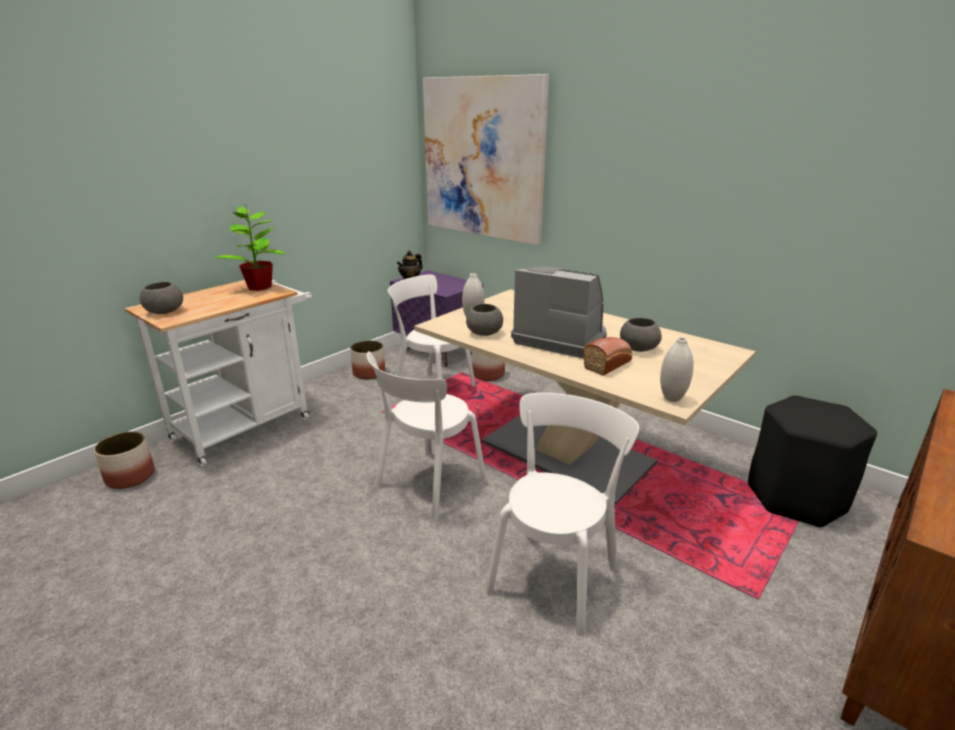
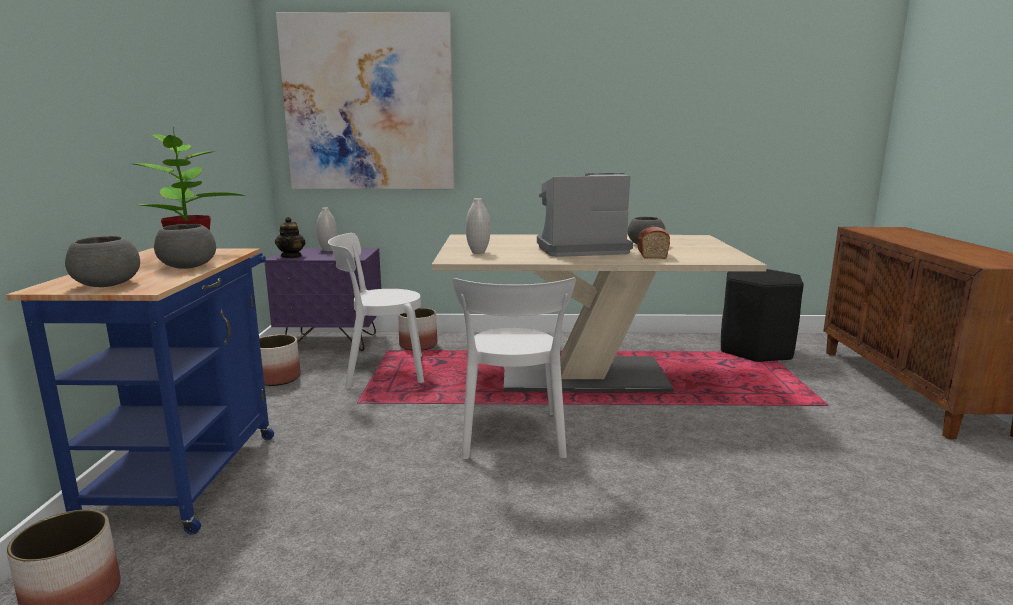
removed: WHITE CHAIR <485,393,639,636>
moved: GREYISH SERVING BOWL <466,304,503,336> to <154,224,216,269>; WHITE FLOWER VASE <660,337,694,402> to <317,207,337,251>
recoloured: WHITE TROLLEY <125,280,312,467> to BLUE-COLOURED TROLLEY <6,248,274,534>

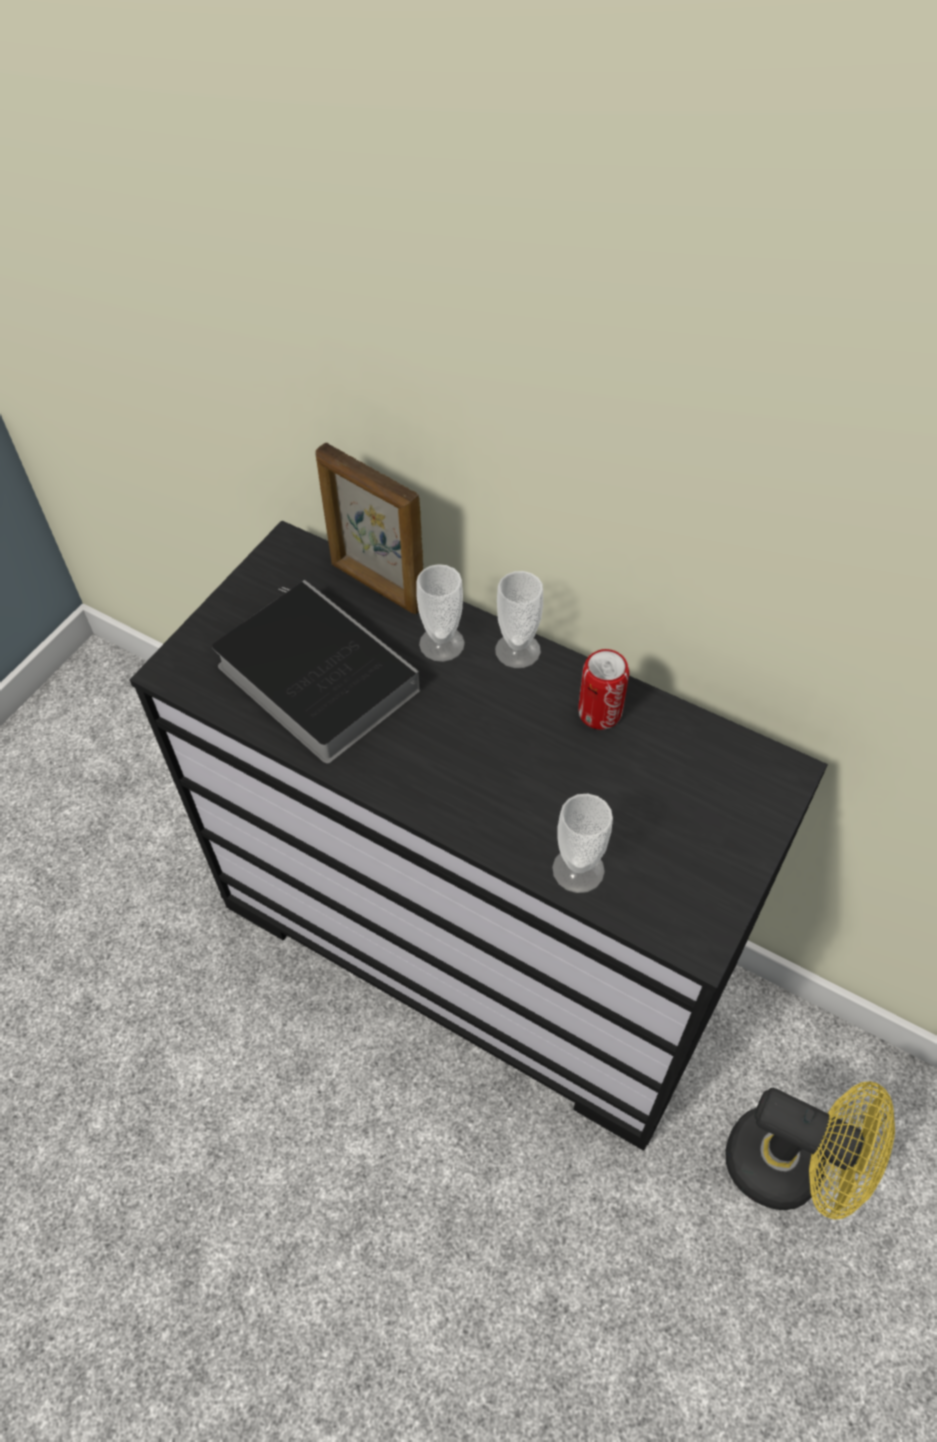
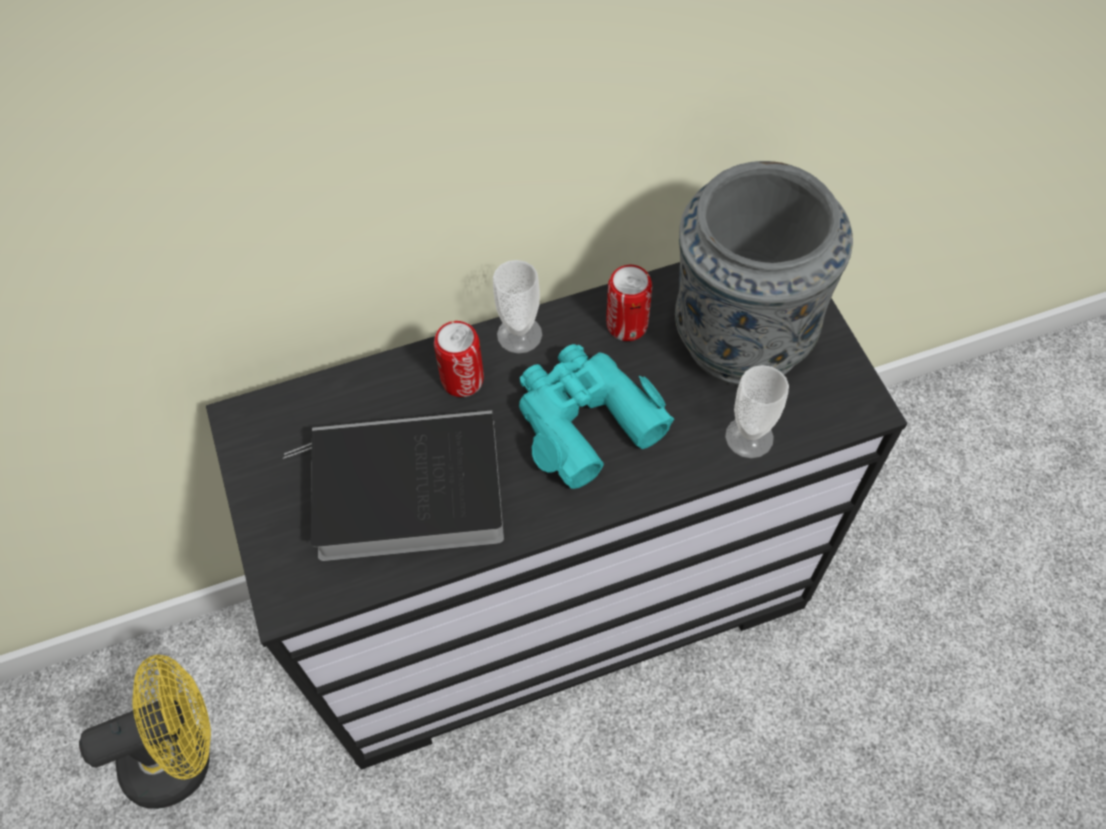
removed: PHOTO FRAME <315,442,423,614>
added: TURQUOISE-COLOURED BINOCULARS <519,344,674,489>; GREYISH FLOWER VASE <675,161,853,386>
moved: YELLOW-COLOURED COOLING FAN <725,1081,895,1220> to <79,655,211,809>
replaced: SMALL CUP <416,564,465,662> to SEALED CAN <434,321,484,397>

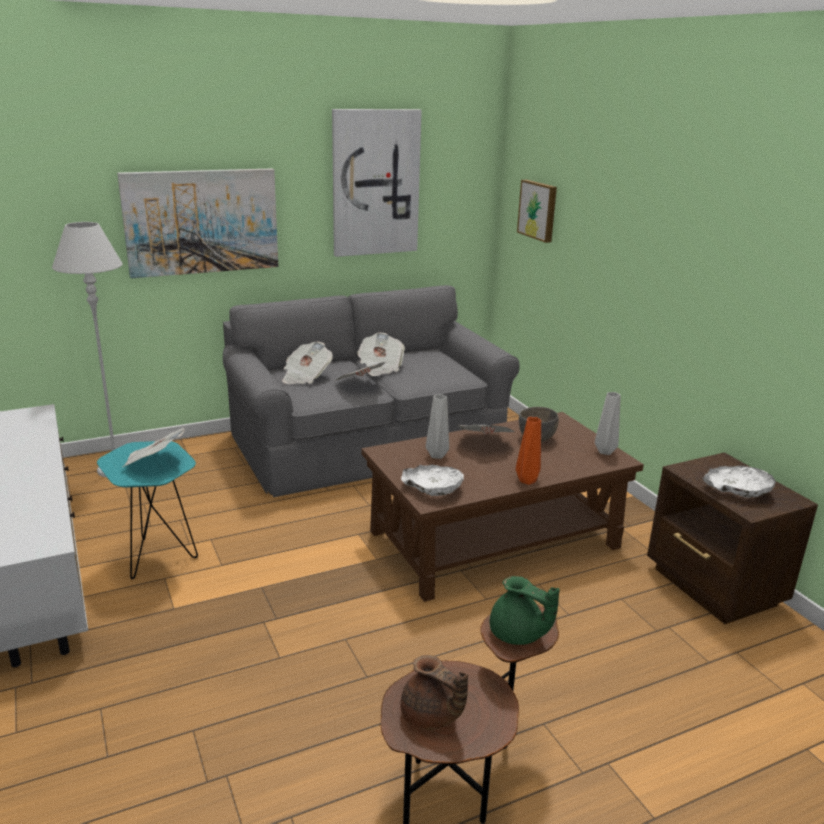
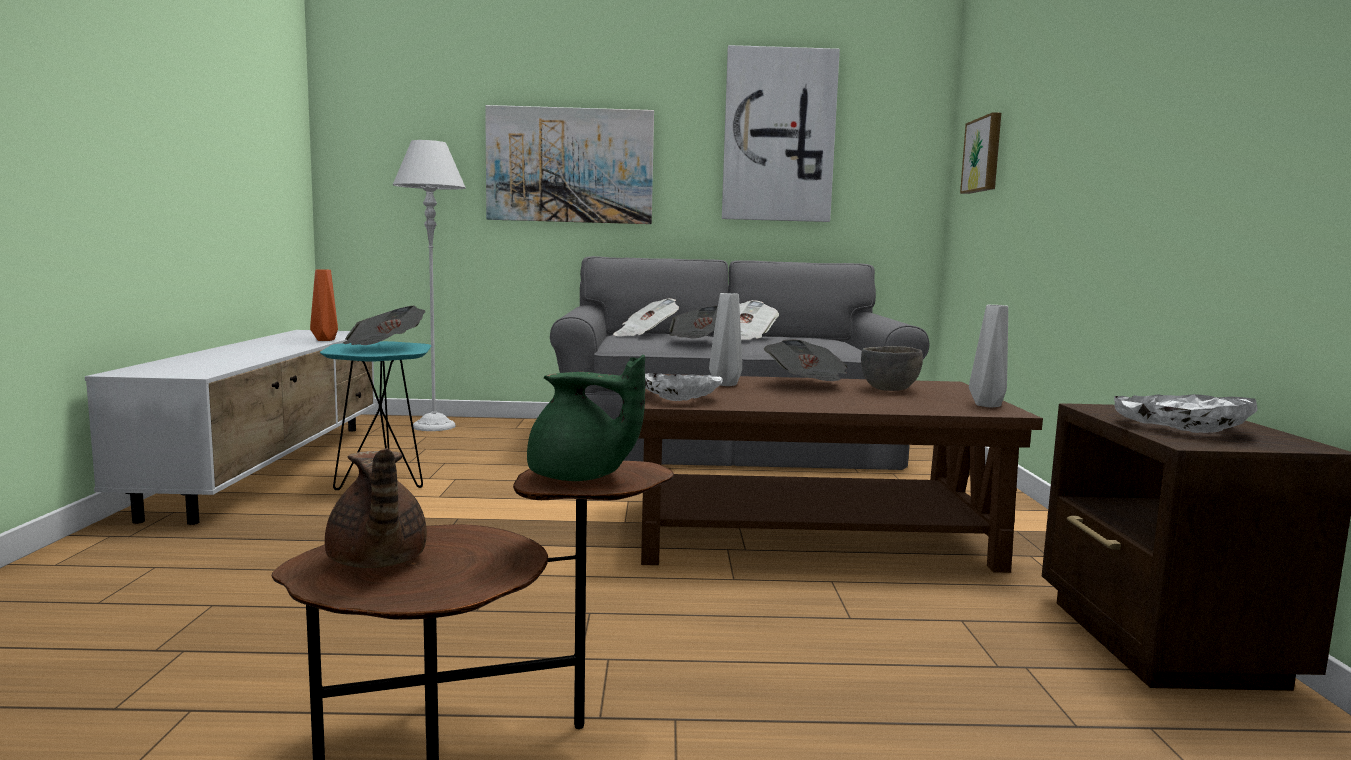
moved: ORANGE FLOWER VASE <516,417,541,485> to <310,269,338,341>
turned: GREENISH TEAPOT <490,576,560,645> = <527,355,645,481> 45 degrees counterclockwise

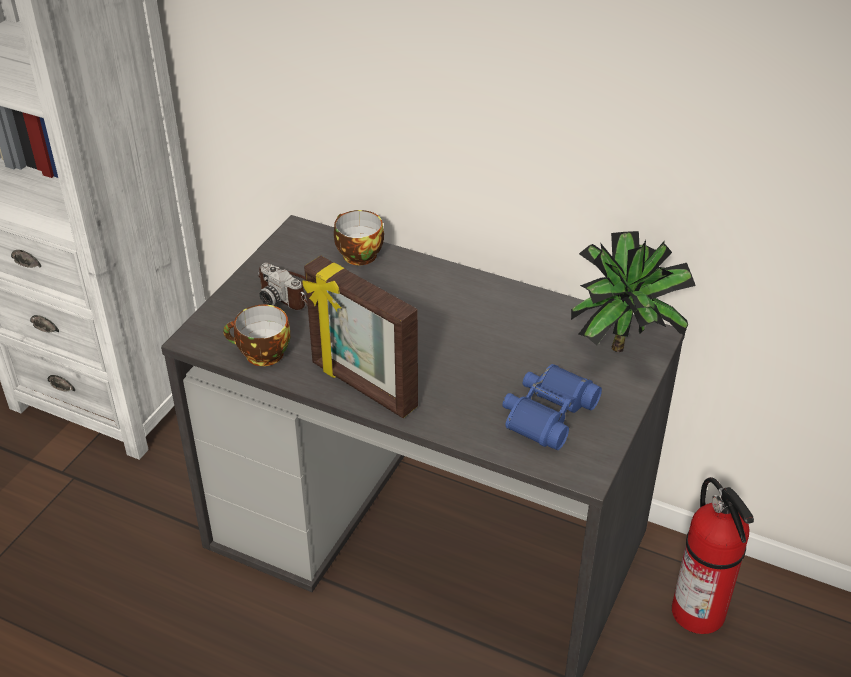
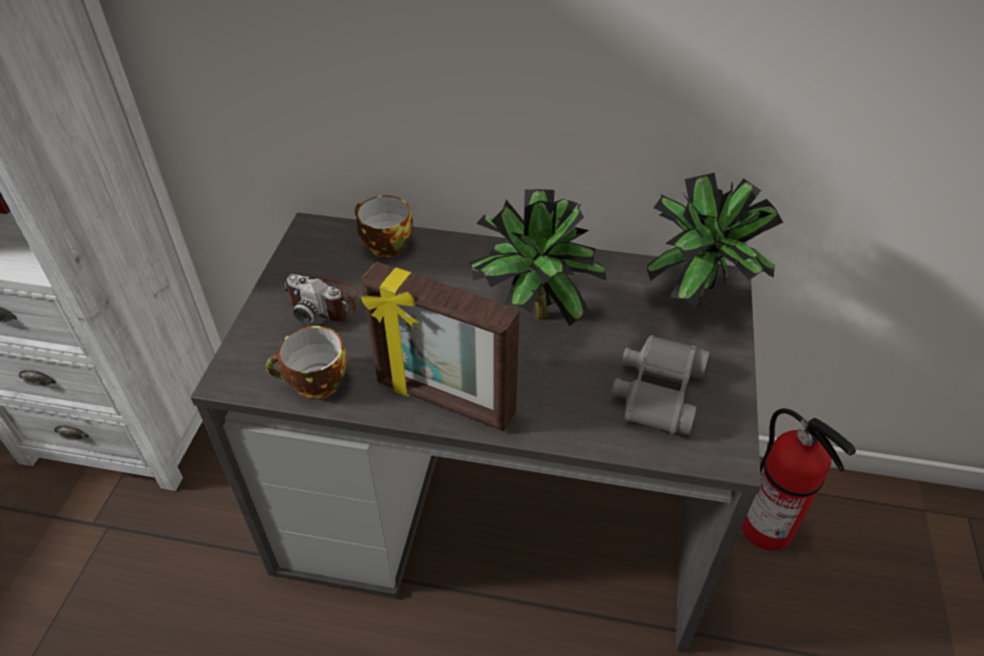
added: POTTED PLANT <469,189,606,326>
recoloured: BLUE-COLOURED BINOCULARS <502,364,602,450> to GREYISH BINOCULARS <611,335,709,435>

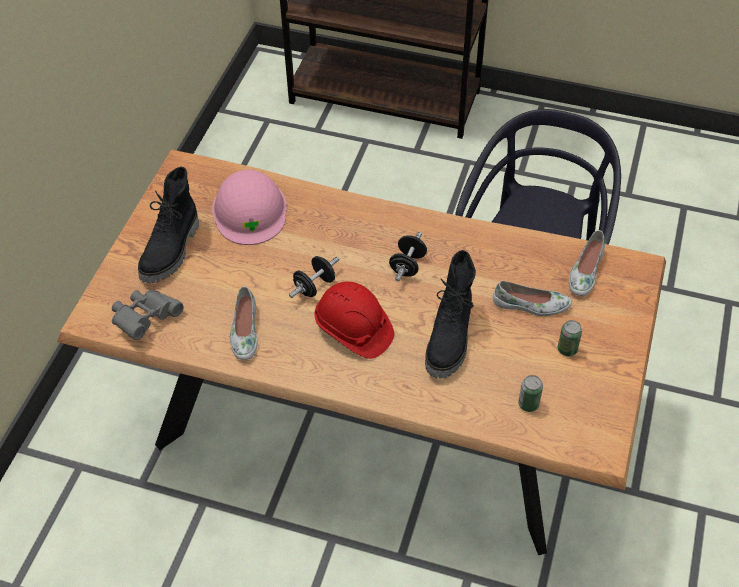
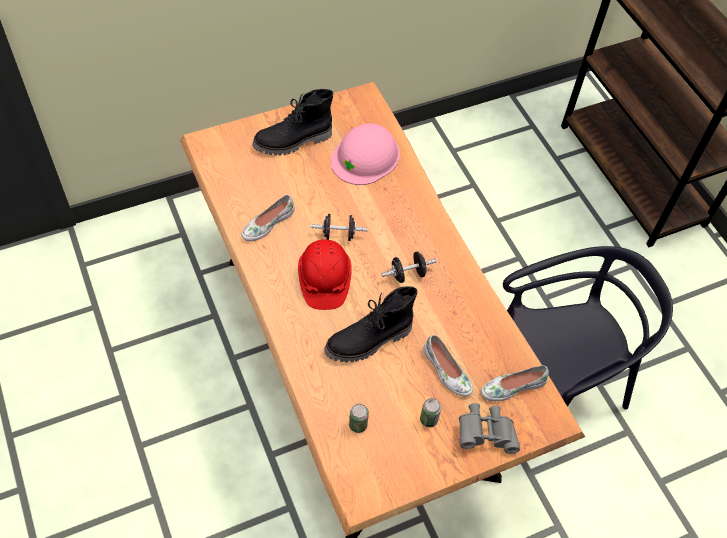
moved: GREYISH BINOCULARS <112,290,183,340> to <459,403,520,454>

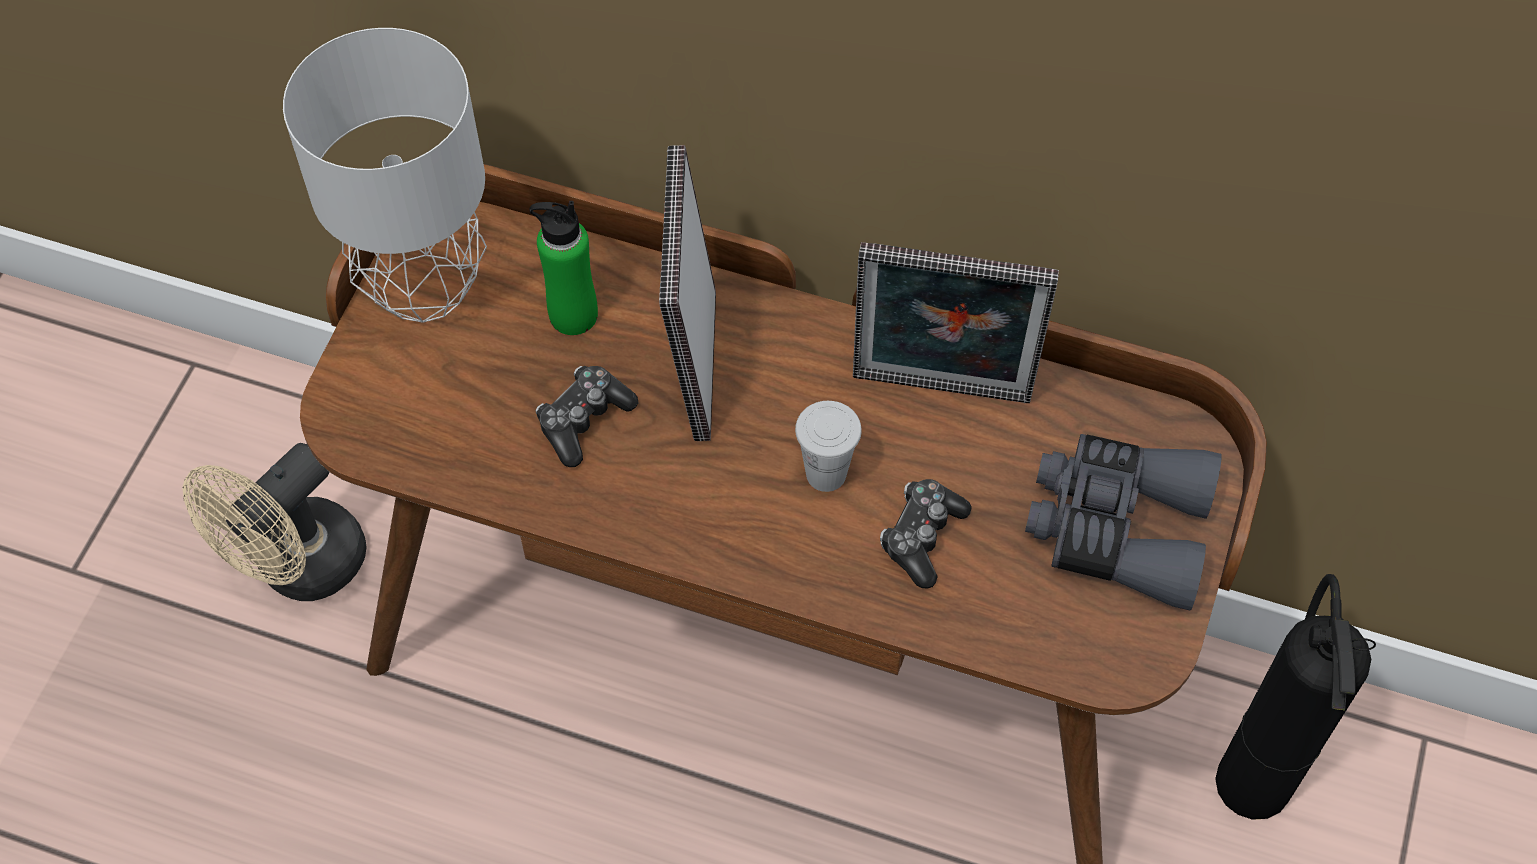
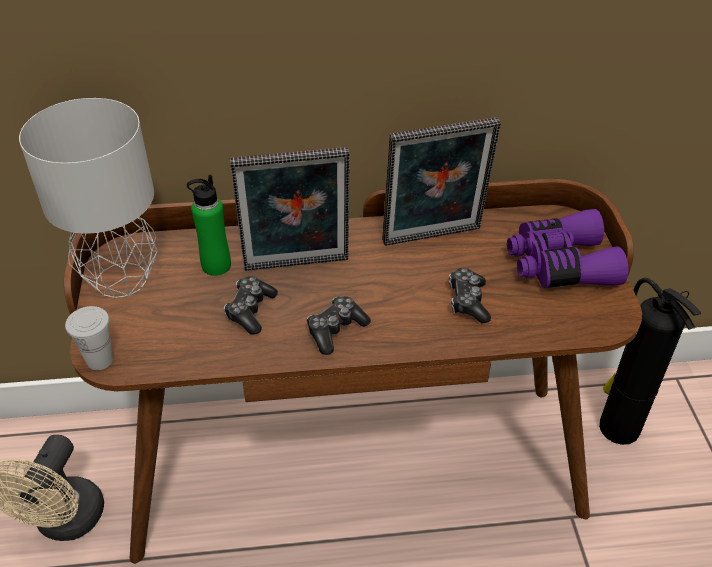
added: GAME CONTROLLER <306,296,371,355>
moved: WHITE SMALL CUP <795,401,862,492> to <65,306,113,370>
recoloured: GREYISH BINOCULARS <1025,434,1222,610> to PURPLE-COLOURED BINOCULARS <507,209,628,288>
turned: PHOTO FRAME <659,145,716,441> = <230,147,350,271> 75 degrees counterclockwise

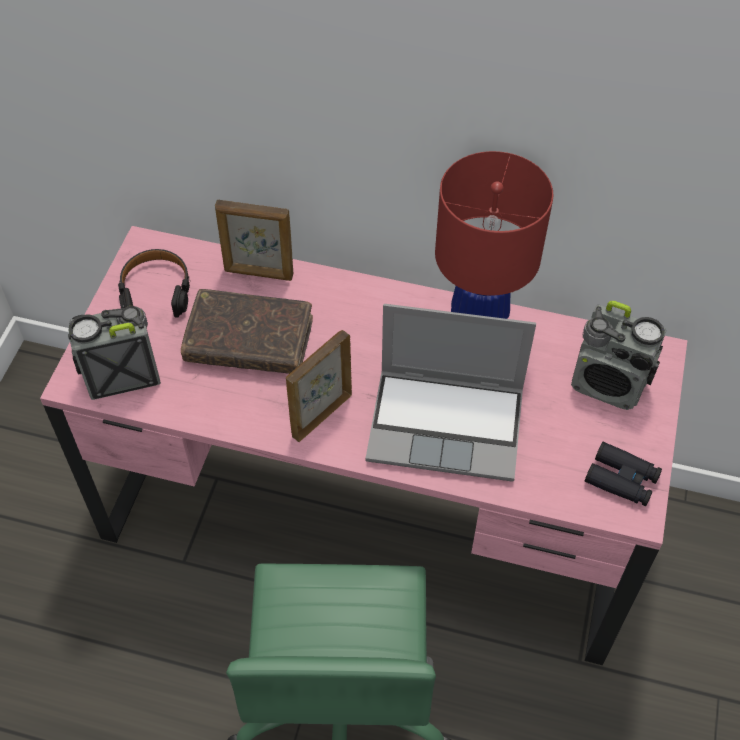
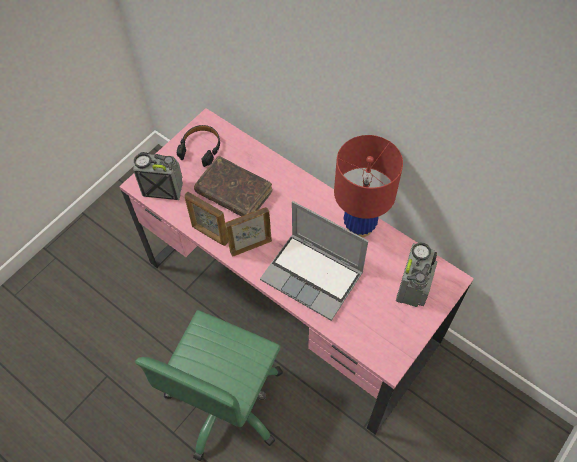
removed: BLACKISH BINOCULARS <585,442,662,506>
moved: PHOTO FRAME <215,199,293,281> to <184,191,228,246>
turned: RADIO <571,301,666,410> = <396,242,438,307> 120 degrees counterclockwise

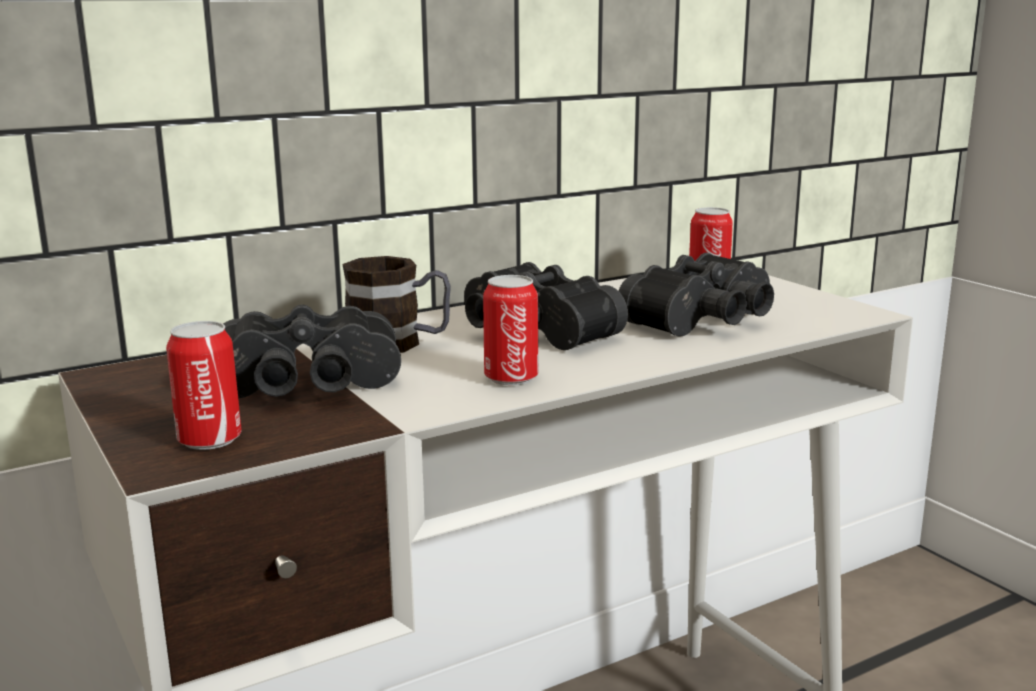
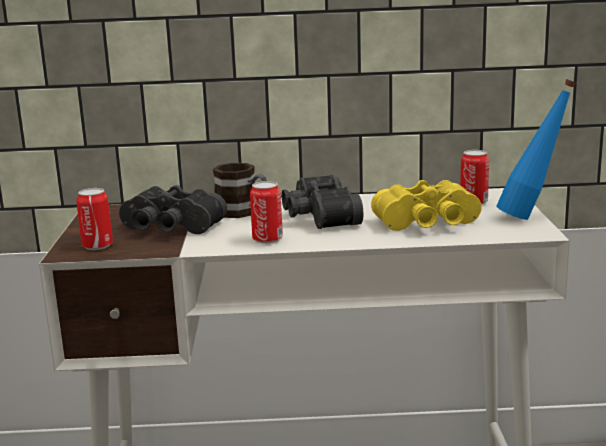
added: BLUE-COLOURED BEVERAGE BOTTLE <497,79,576,220>
recoloured: BLACKISH BINOCULARS <618,253,774,337> to YELLOW-COLOURED BINOCULARS <371,180,482,231>

